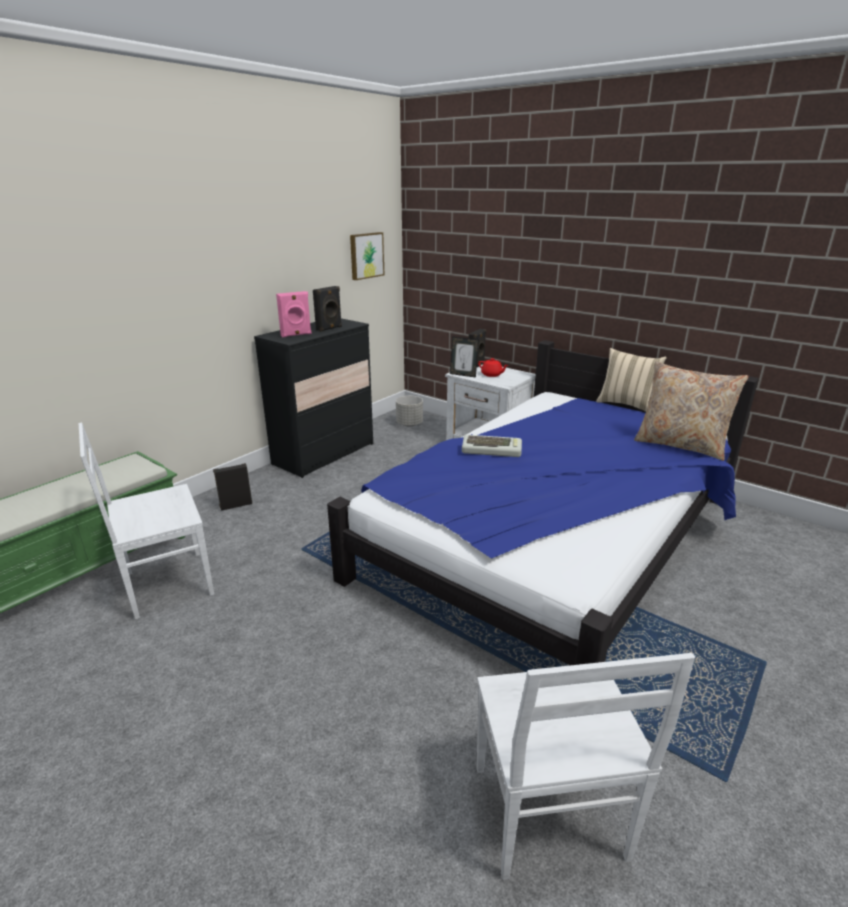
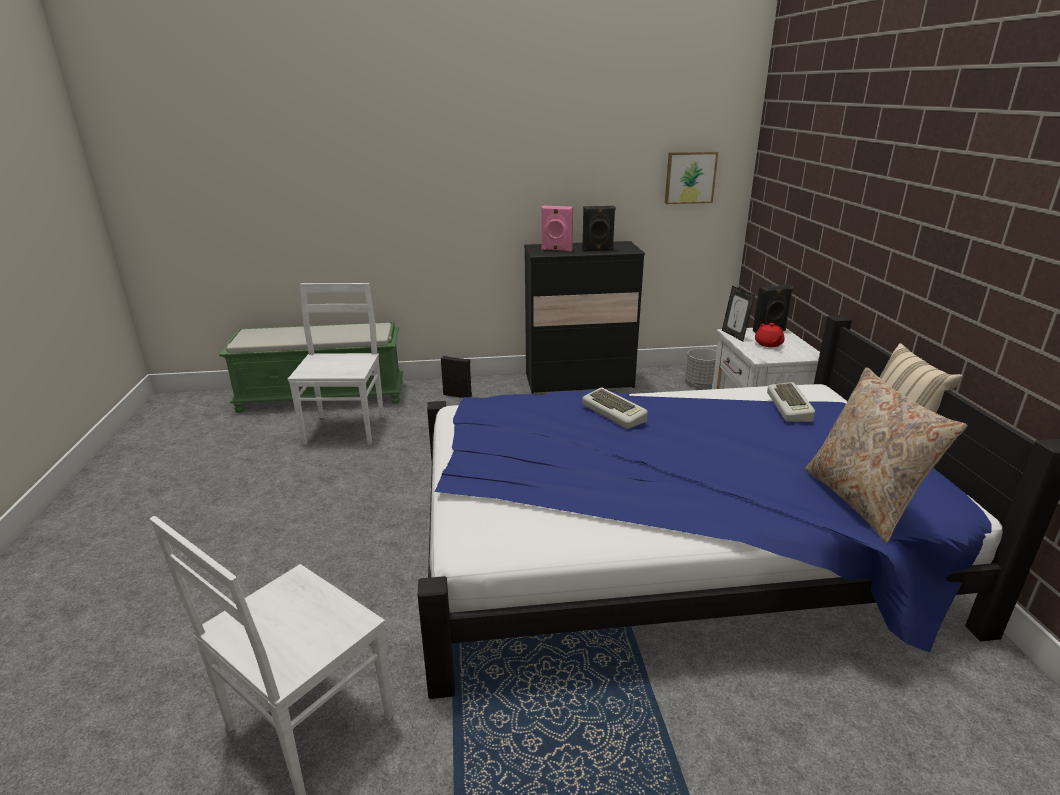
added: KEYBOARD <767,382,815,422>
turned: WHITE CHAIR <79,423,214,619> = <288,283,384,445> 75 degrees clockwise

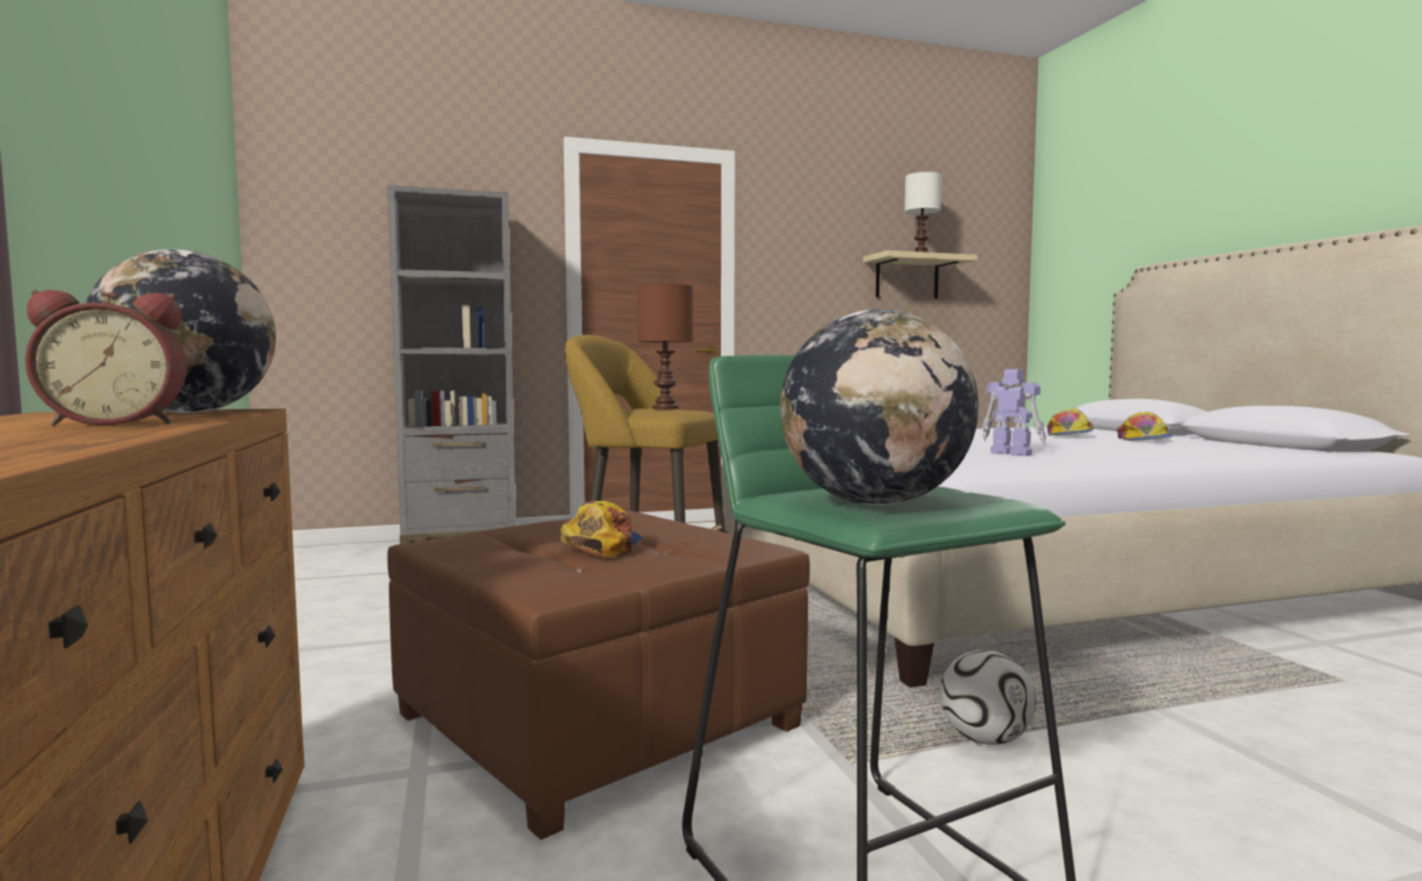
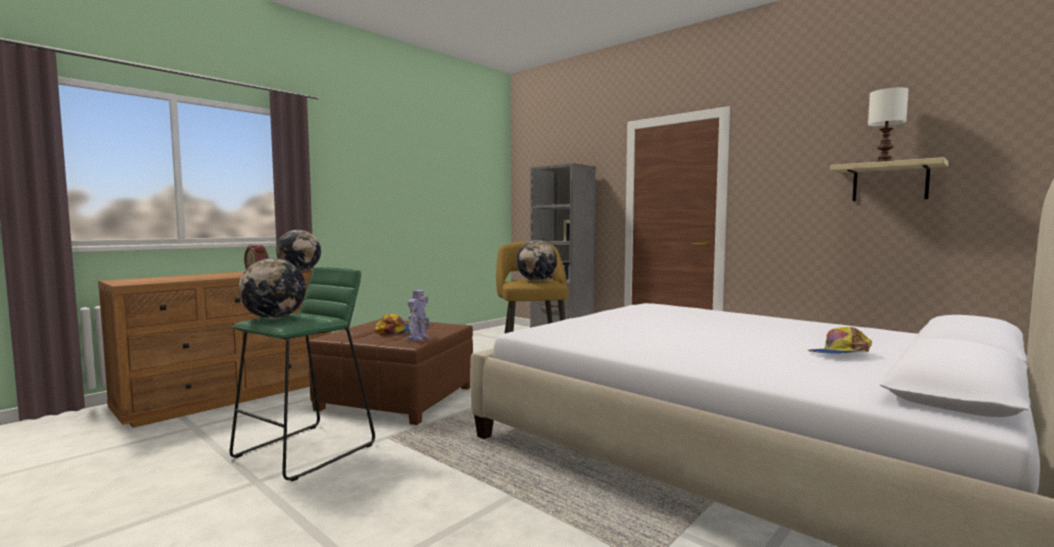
removed: FOOTBALL BALL <940,650,1036,745>; PEAKED CAP <1047,409,1094,436>
moved: TOY ROBOT <982,370,1046,456> to <408,290,430,341>
replaced: BROWN TABLE LAMP <637,284,693,409> to GLOBE <516,240,557,281>

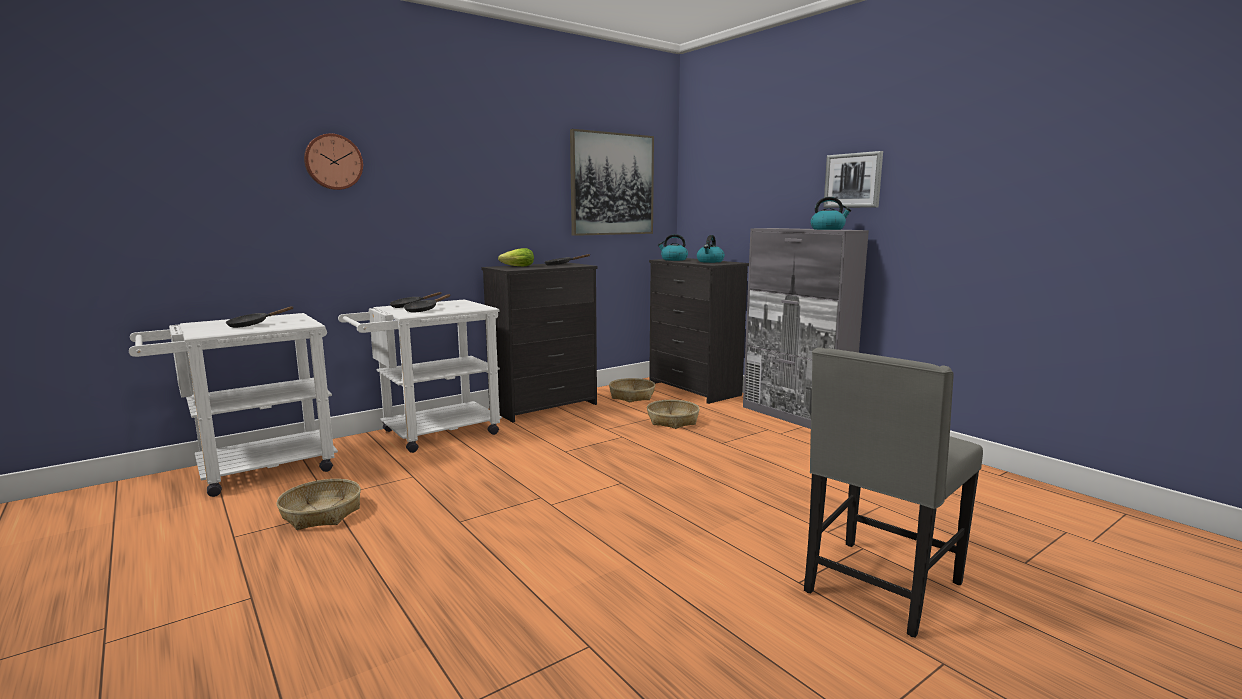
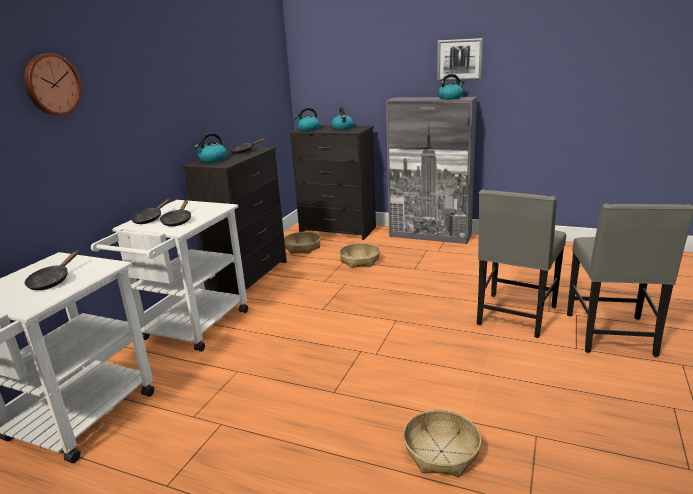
removed: WALL PICTURE <570,129,654,236>
added: GREYISH CHAIR <477,190,566,338>
moved: HOUSEHOLD BASKET <276,479,361,530> to <403,410,481,477>
replaced: HEAD OF LETTUCE <498,248,534,266> to KETTLE <194,133,227,162>

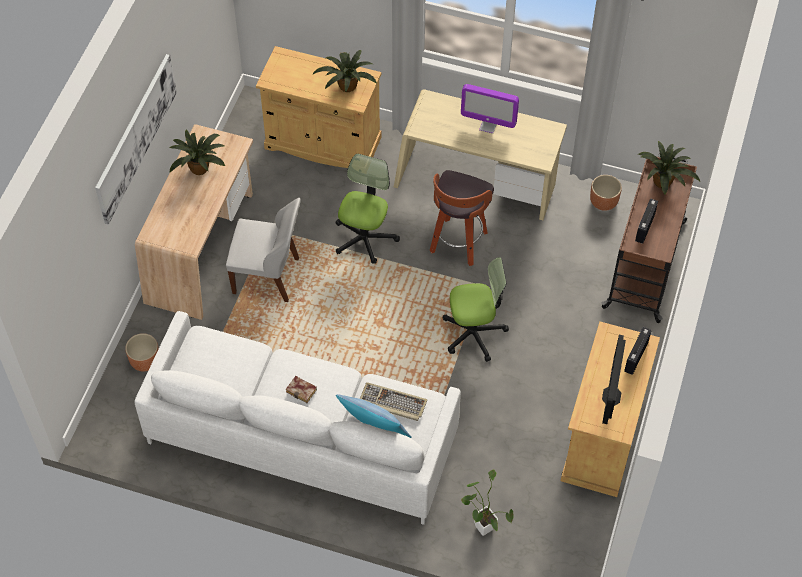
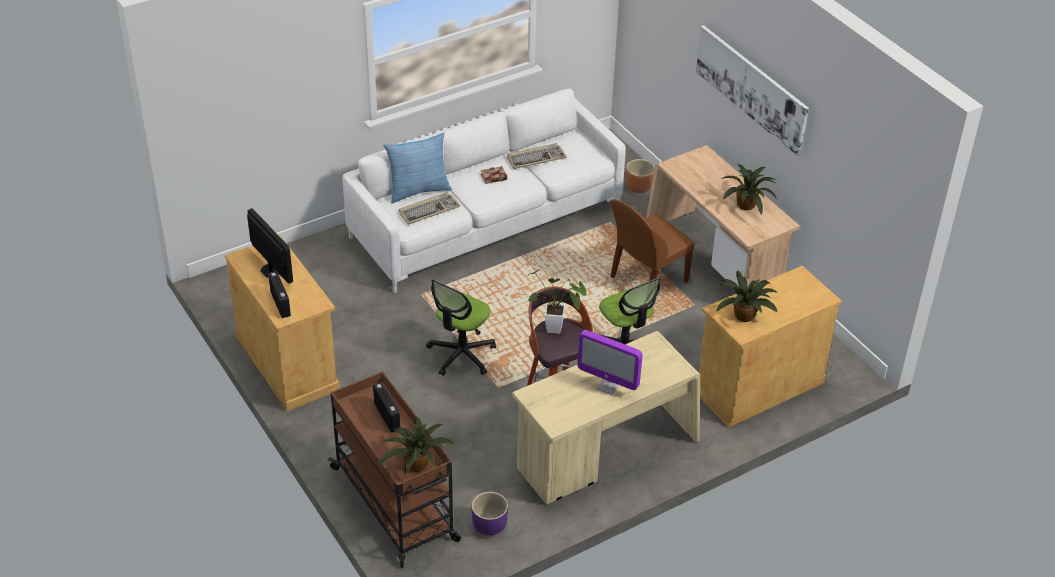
added: KEYBOARD <507,143,566,169>
moved: POTTED PLANT <461,470,514,536> to <527,270,587,334>
recoloured: WHITE CHAIR <226,198,301,302> to BROWN CHAIR <610,199,695,283>; BROWN PLANTER <590,175,622,211> to PURPLE-COLOURED PLANTER <471,492,508,536>
turned: COMPUTER SCREEN <461,84,519,134> = <577,330,642,395> 120 degrees counterclockwise

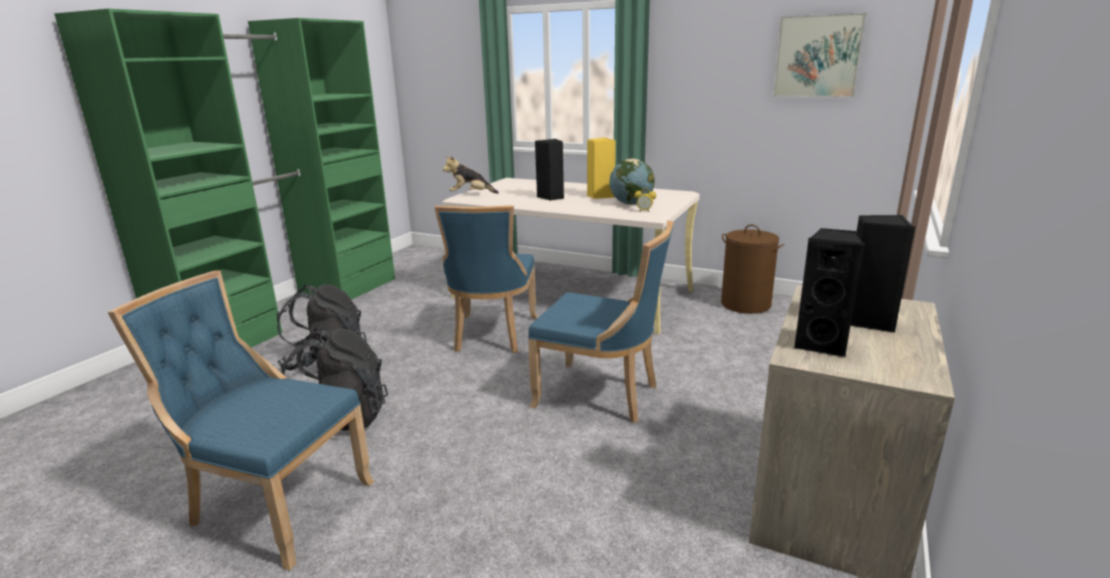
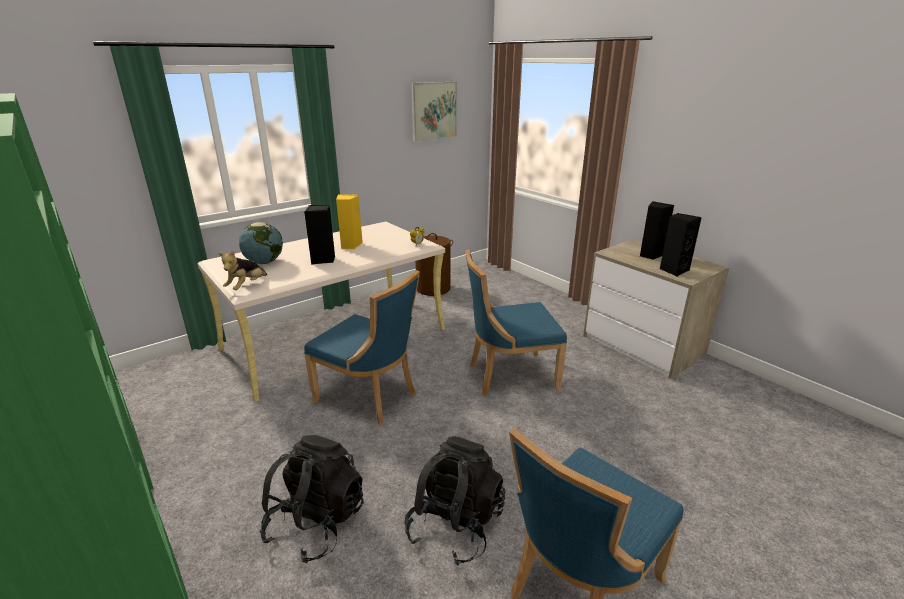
moved: GLOBE <609,159,655,205> to <239,222,283,264>
turned: BLUE-COLOURED CHAIR <528,220,673,423> = <466,249,567,396> 150 degrees counterclockwise

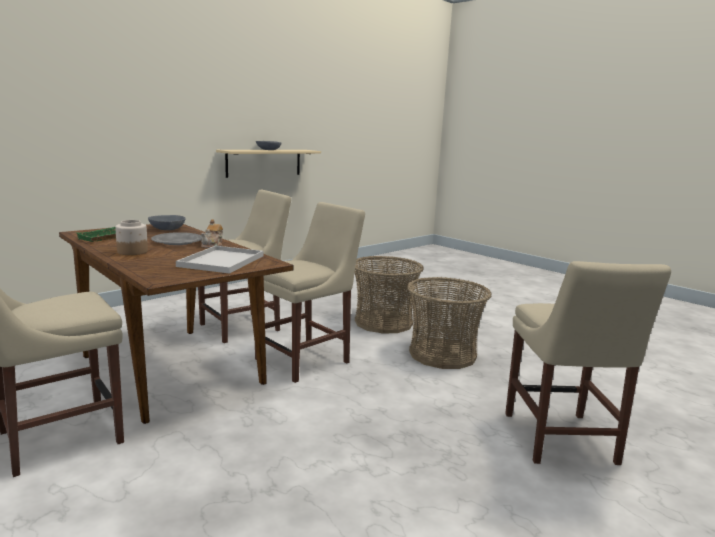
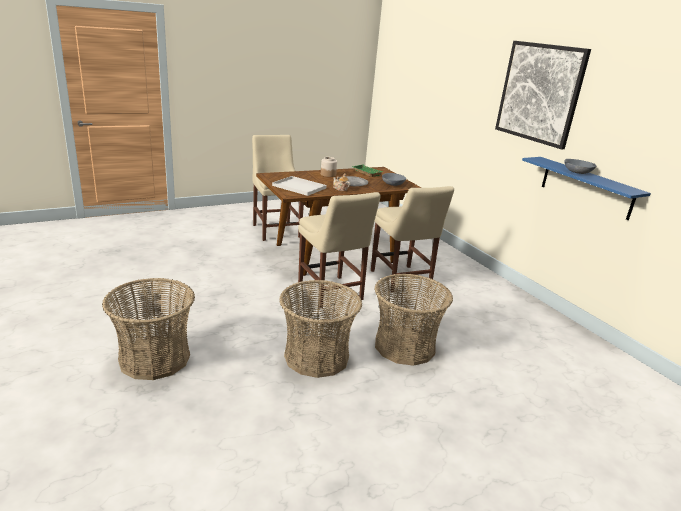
added: WALL PICTURE <495,41,591,150>
replaced: BEIGE CHAIR <505,261,671,465> to HOUSEHOLD BASKET <102,278,195,380>
recoloured: BEIGE BRACKET SHELF <216,150,321,178> to BLUE-COLOURED BRACKET SHELF <522,157,651,220>

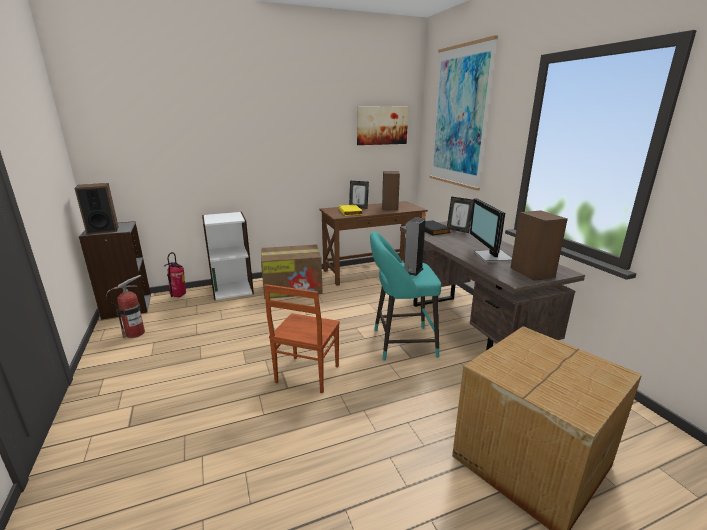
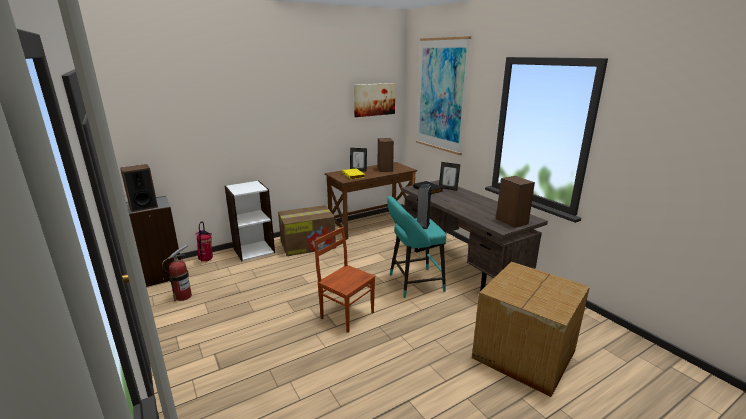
removed: COMPUTER SCREEN <470,198,512,263>
turned: BROWN CHAIR <264,284,340,393> = <314,227,375,333> 120 degrees clockwise

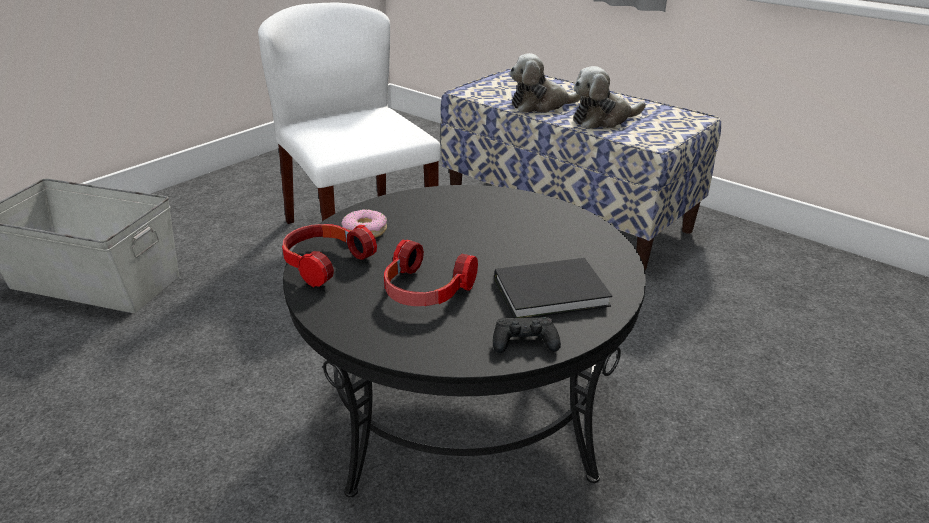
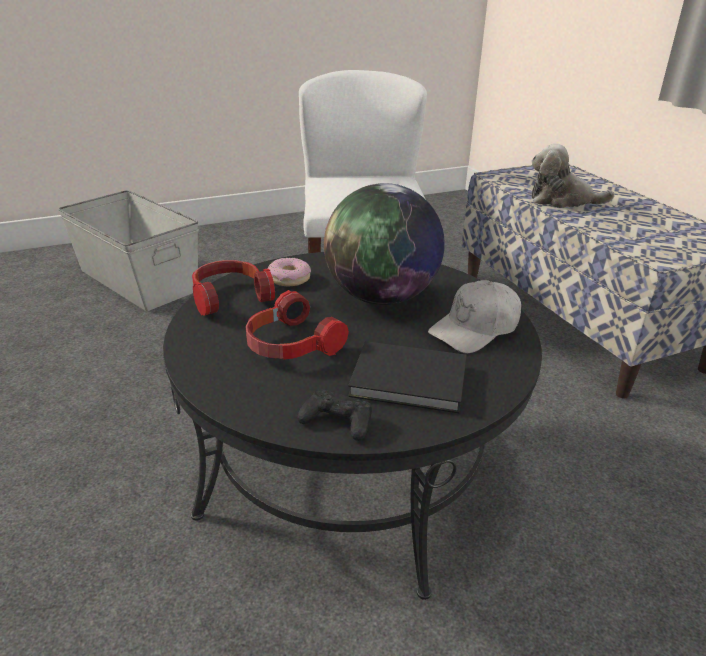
removed: SOFT TOY <573,66,646,129>
added: GLOBE <324,183,445,305>; WHITE PEAKED CAP <428,280,521,353>

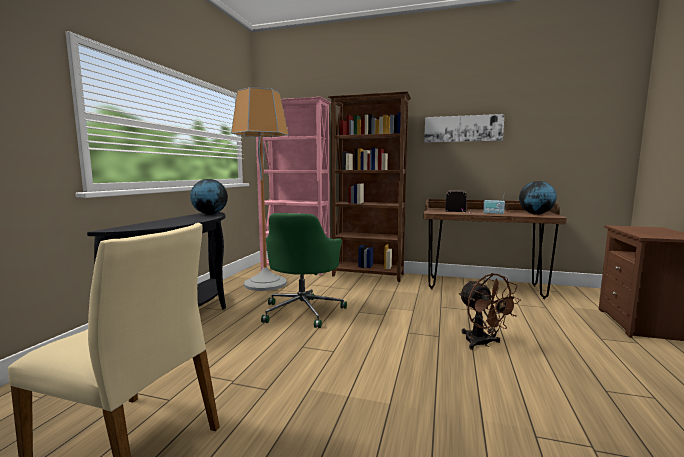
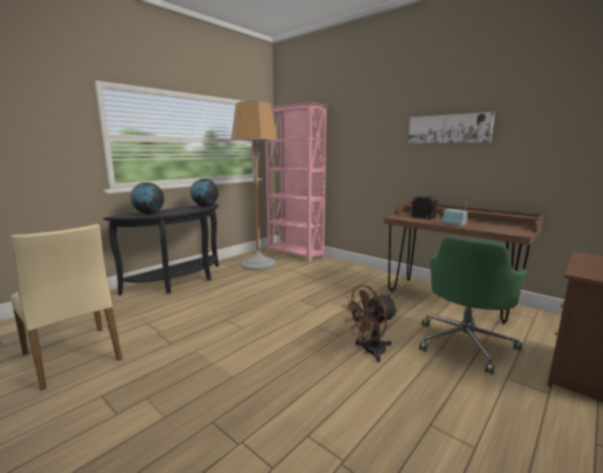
removed: BROWN BOOKCASE <328,91,411,282>
moved: GREENISH DESK CHAIR <261,213,347,328> to <419,236,527,375>; GLOBE <519,181,557,215> to <130,182,164,214>
turned: BROWN COOLING FAN <459,273,521,350> = <342,285,398,362> 60 degrees clockwise

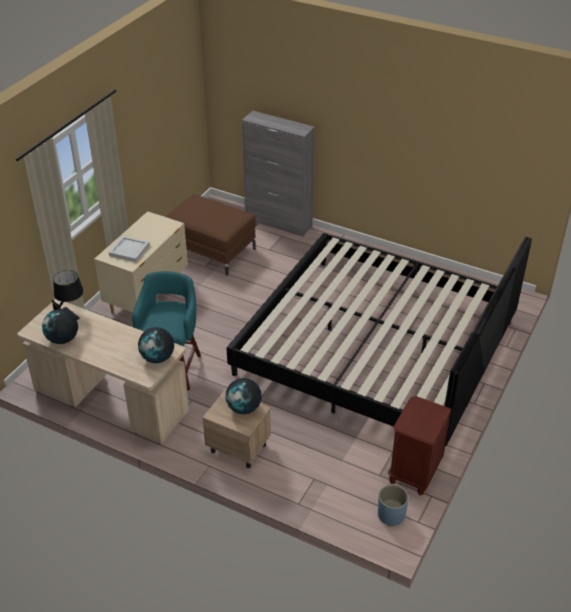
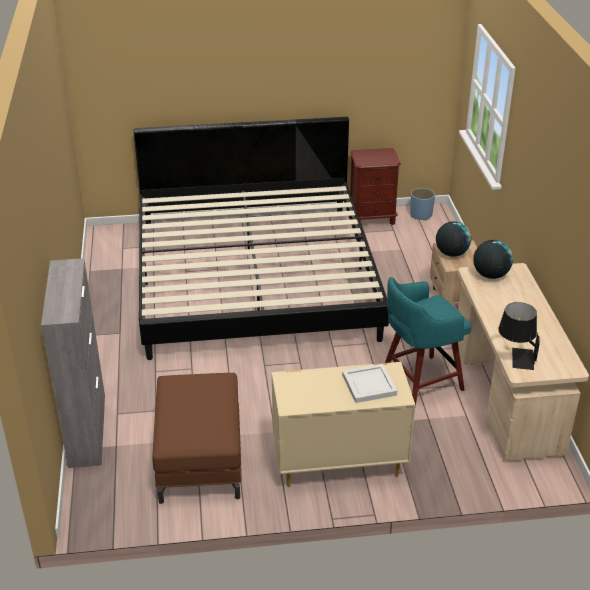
removed: GLOBE <42,309,78,344>

